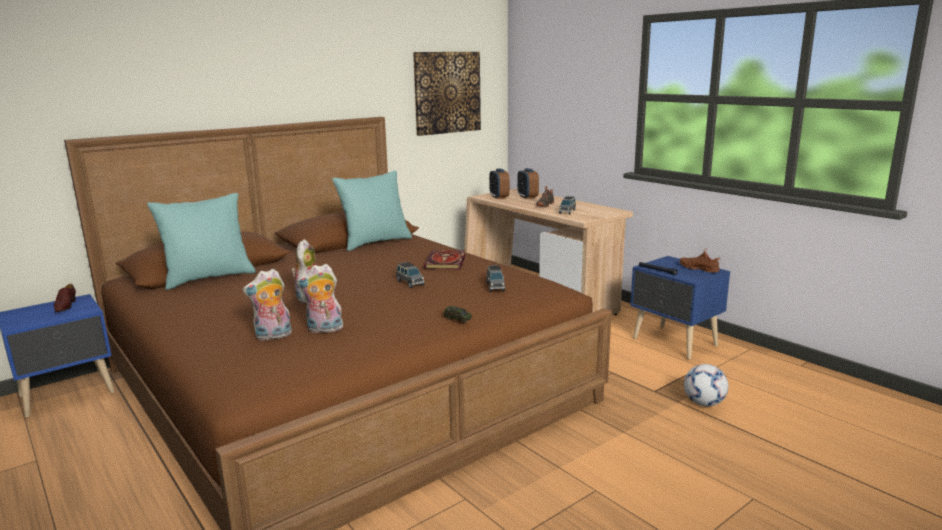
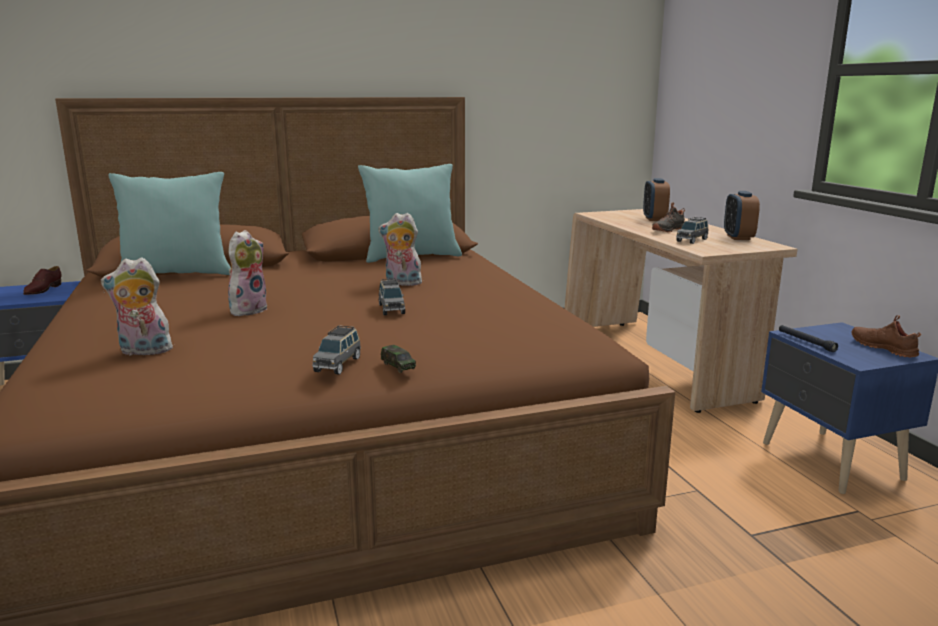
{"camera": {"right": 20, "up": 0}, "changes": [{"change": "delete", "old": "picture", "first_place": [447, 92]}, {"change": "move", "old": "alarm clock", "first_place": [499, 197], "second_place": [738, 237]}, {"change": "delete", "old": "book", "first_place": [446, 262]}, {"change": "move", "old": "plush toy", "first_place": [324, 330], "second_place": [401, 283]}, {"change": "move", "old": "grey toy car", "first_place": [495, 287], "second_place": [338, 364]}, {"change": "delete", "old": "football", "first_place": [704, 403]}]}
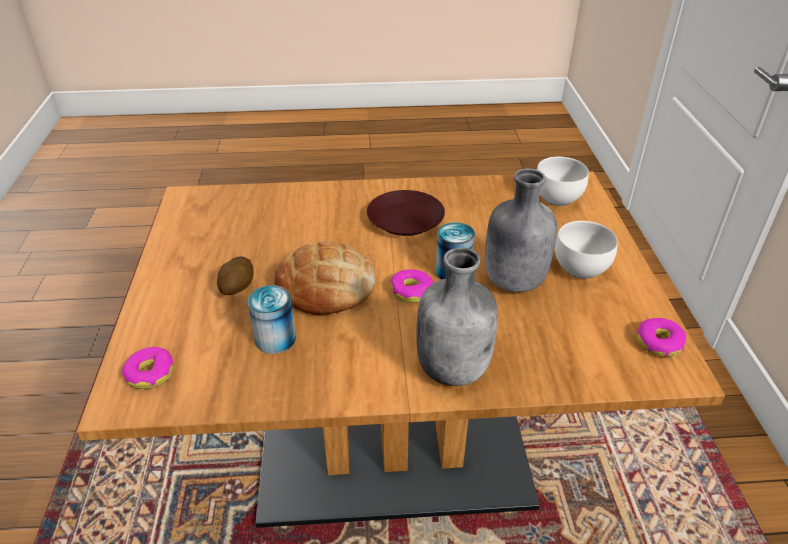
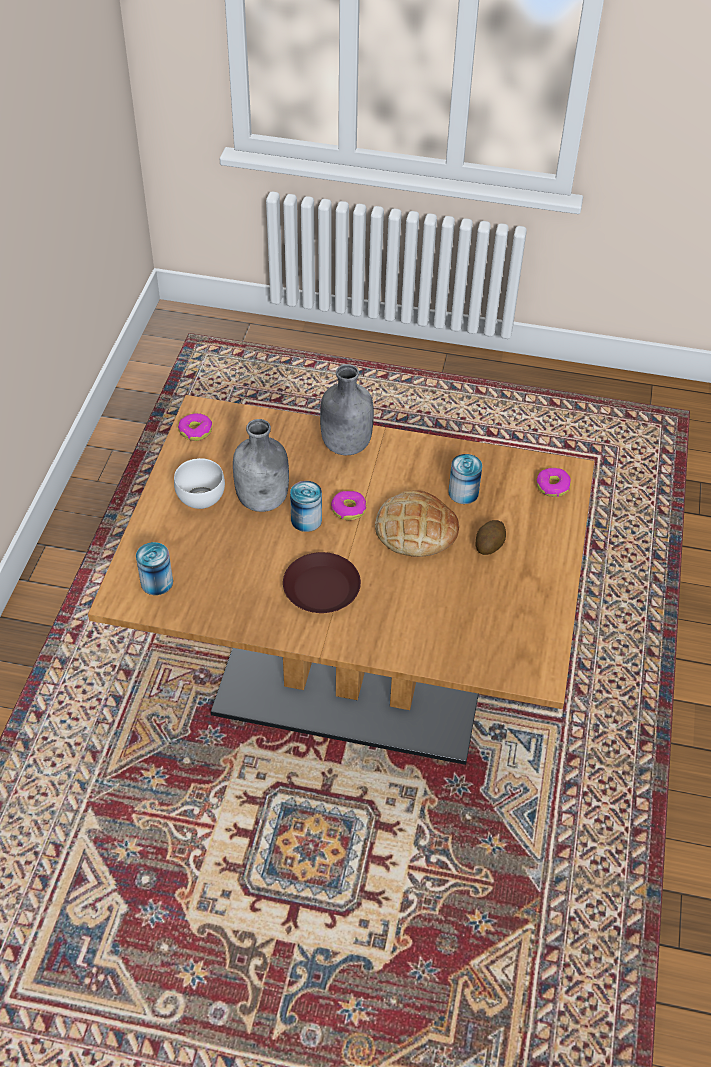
{"camera": {"right": -165, "up": 10}, "changes": [{"change": "replace", "old": "white bowl", "new": "can", "first_place": [558, 197], "second_place": [156, 582]}]}
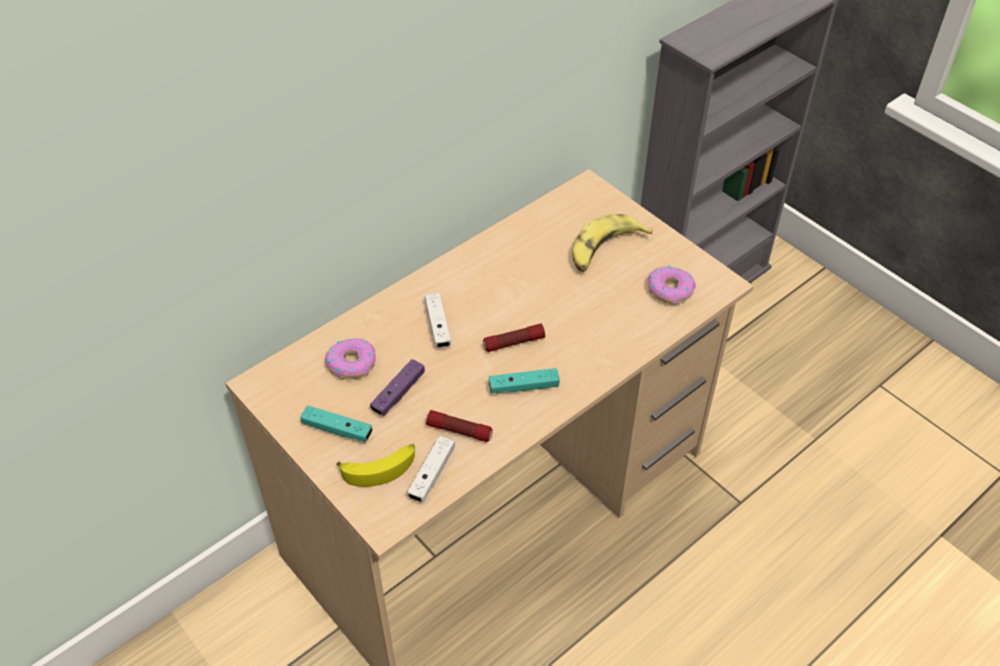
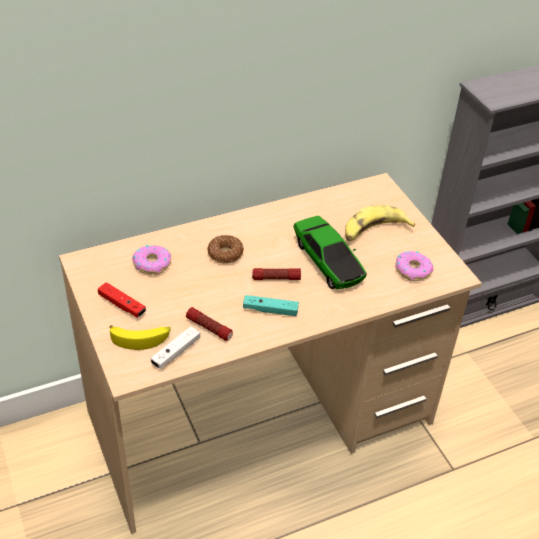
{"camera": {"right": 15, "up": -5}, "changes": [{"change": "replace", "old": "white game controller", "new": "donut", "first_place": [438, 326], "second_place": [225, 254]}, {"change": "delete", "old": "purple game controller", "first_place": [398, 393]}, {"change": "recolor", "old": "turquoise game controller", "new": "red game controller", "first_place": [337, 430], "second_place": [122, 305]}, {"change": "insert", "new": "toy car", "second_place": [327, 261]}]}
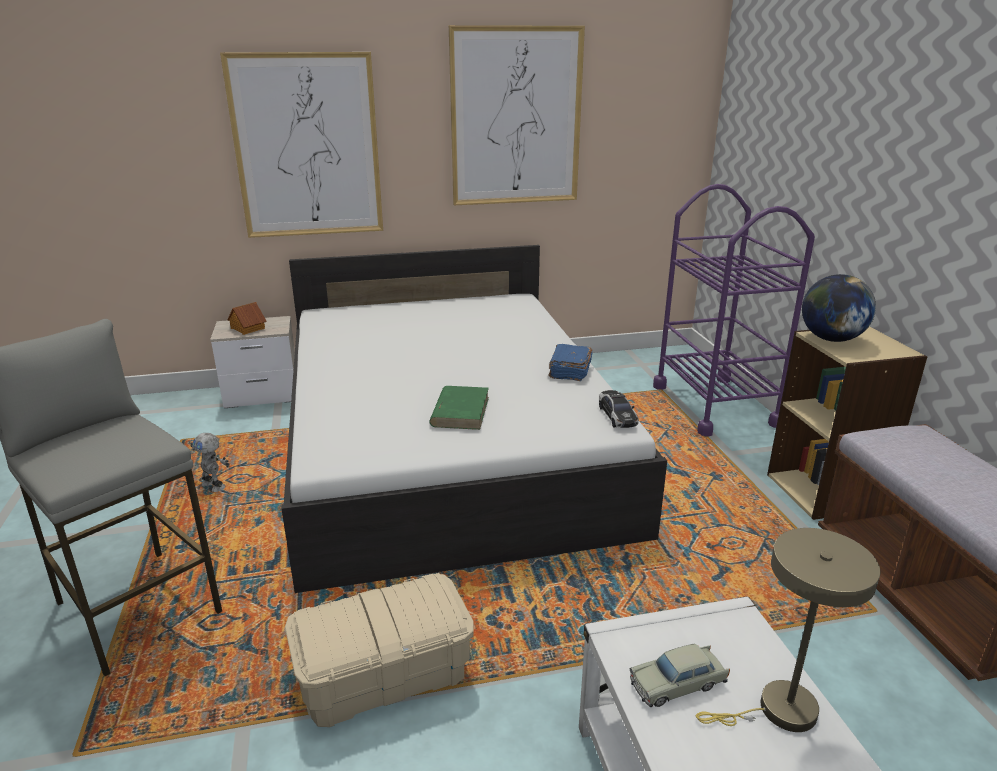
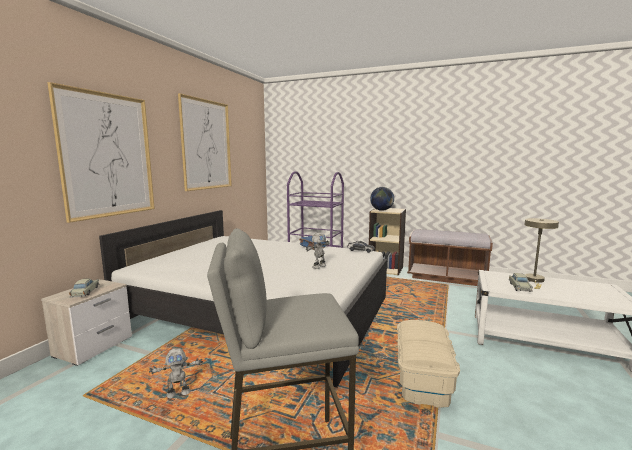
{"camera": {"right": -55, "up": -15}, "changes": [{"change": "replace", "old": "toy house", "new": "beige toy car", "first_place": [247, 328], "second_place": [85, 292]}, {"change": "replace", "old": "green book", "new": "toy robot", "first_place": [460, 411], "second_place": [318, 266]}]}
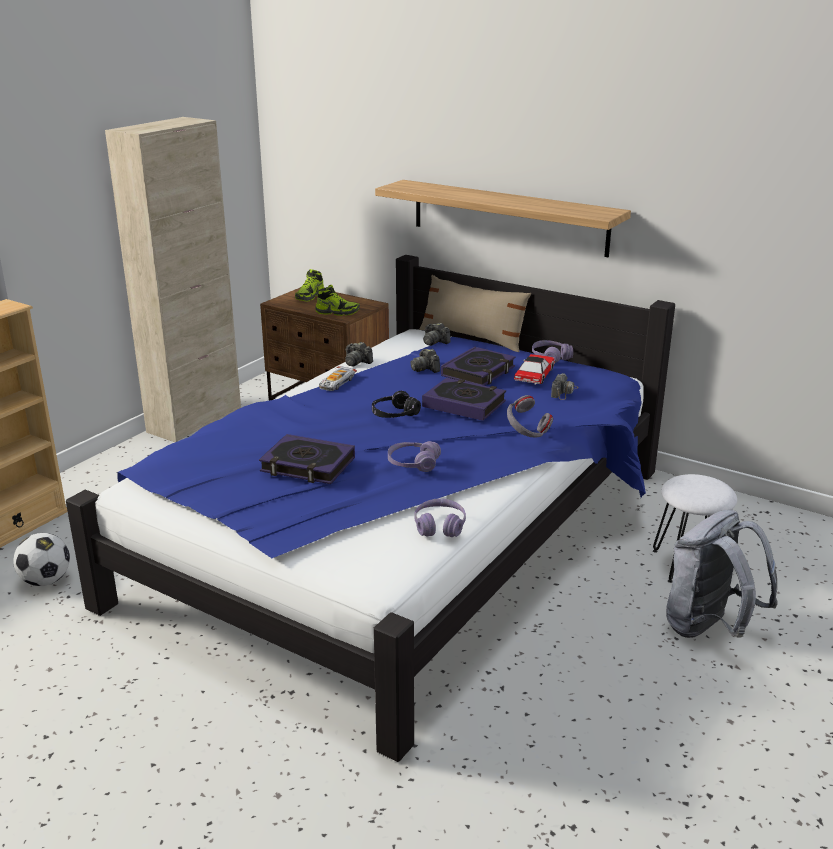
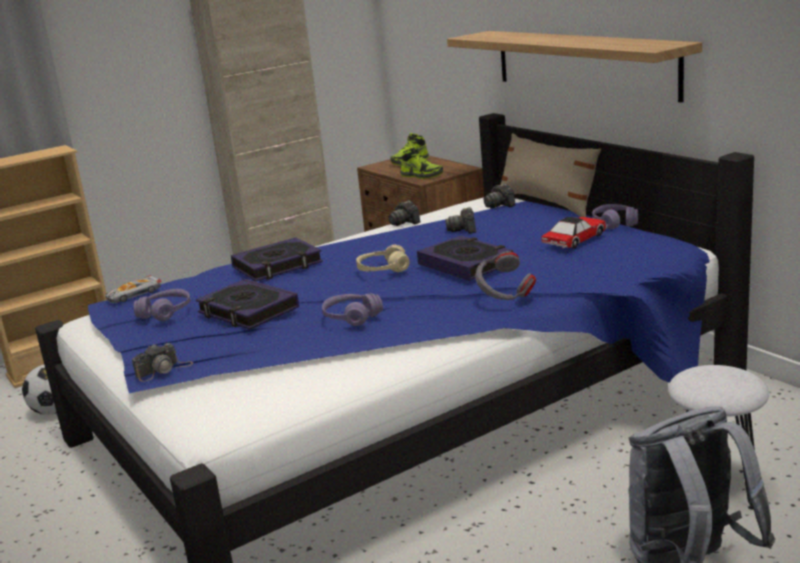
{"camera": {"right": 25, "up": -5}, "changes": [{"change": "move", "old": "book", "first_place": [478, 372], "second_place": [277, 265]}, {"change": "move", "old": "toy car", "first_place": [336, 383], "second_place": [134, 294]}, {"change": "move", "old": "photo camera", "first_place": [564, 392], "second_place": [164, 370]}, {"change": "recolor", "old": "black headphones", "new": "beige headphones", "first_place": [394, 414], "second_place": [383, 270]}, {"change": "move", "old": "purple headphones", "first_place": [439, 526], "second_place": [165, 313]}]}
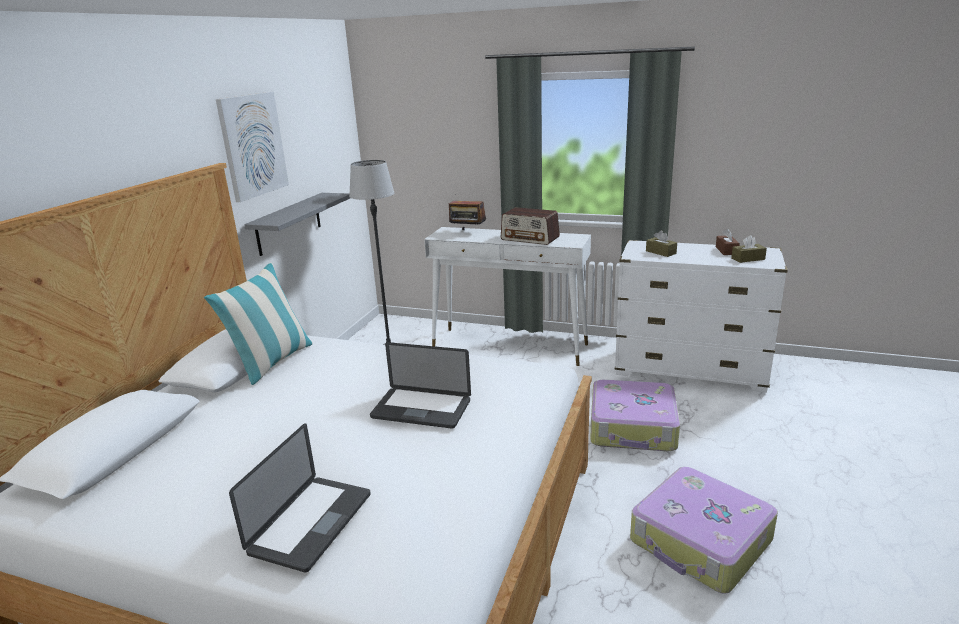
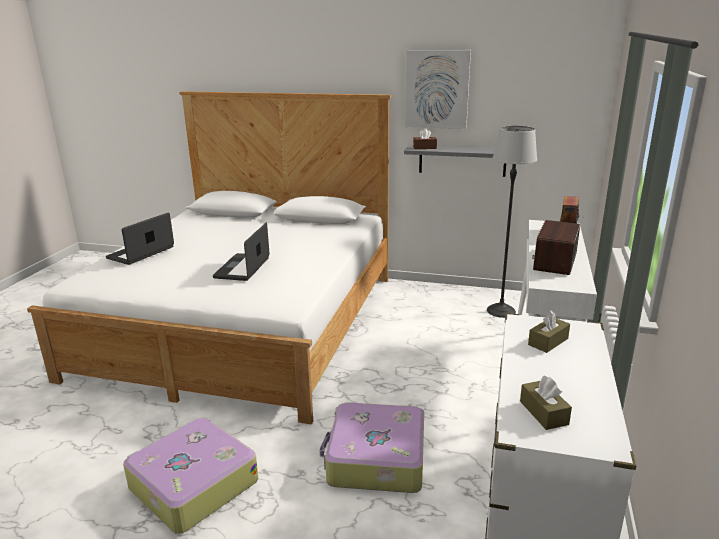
{"camera": {"right": 85, "up": 0}, "changes": [{"change": "move", "old": "brown tissue box", "first_place": [726, 250], "second_place": [424, 147]}, {"change": "delete", "old": "pillow", "first_place": [272, 362]}, {"change": "rotate", "old": "laptop", "first_place": [311, 523], "second_place": [141, 253], "degrees": 105}]}
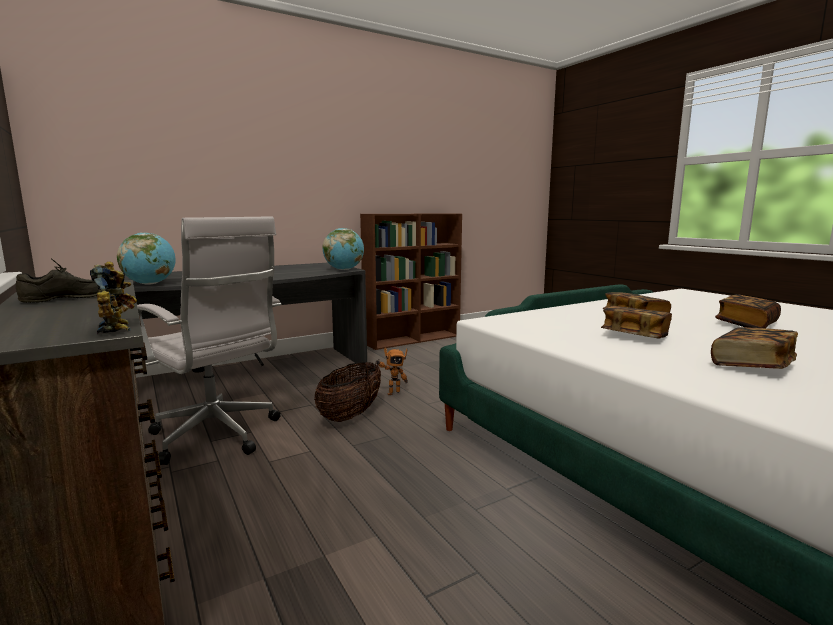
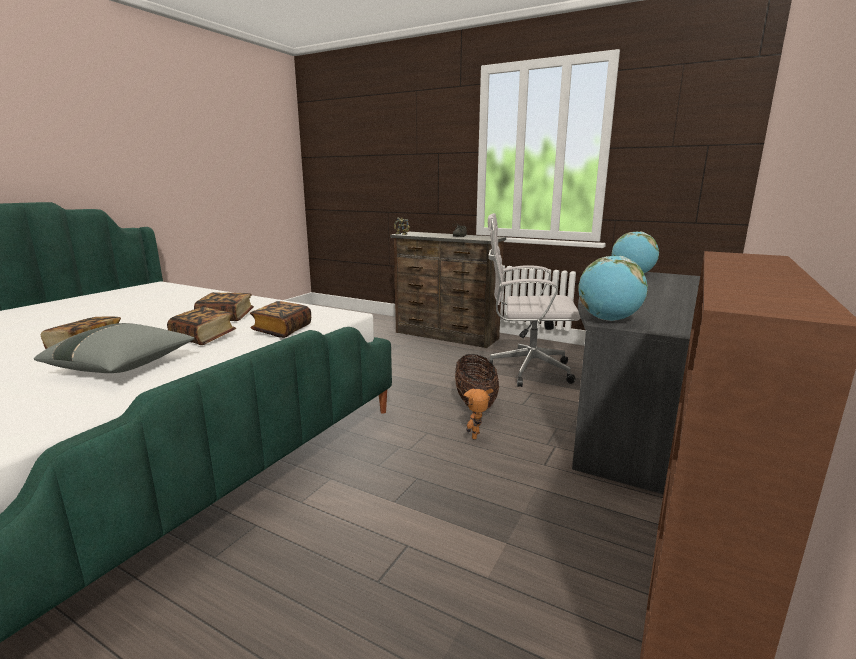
{"camera": {"right": 150, "up": 5}, "changes": [{"change": "move", "old": "book", "first_place": [752, 365], "second_place": [282, 330]}, {"change": "insert", "new": "grey pillow", "second_place": [123, 367]}]}
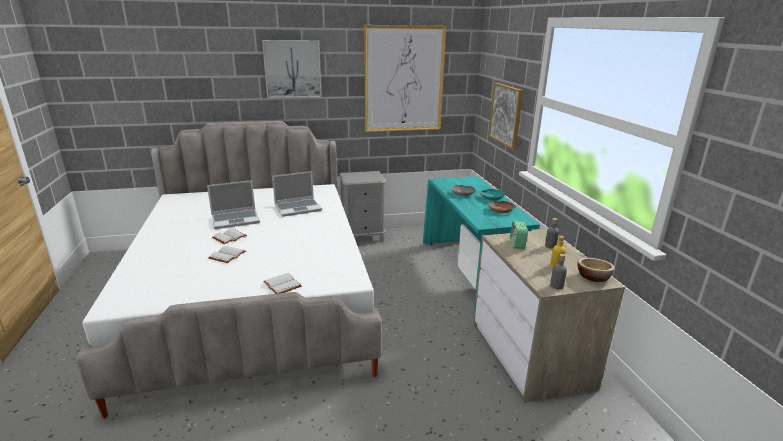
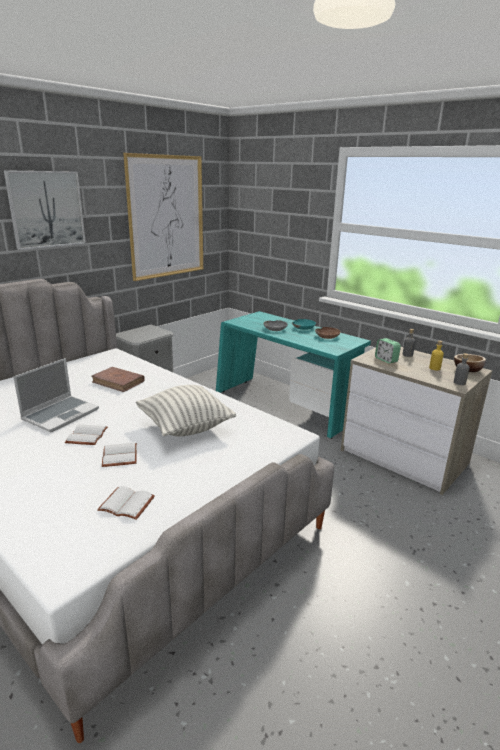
{"camera": {"right": -35, "up": 0}, "changes": [{"change": "delete", "old": "picture", "first_place": [506, 114]}, {"change": "replace", "old": "laptop", "new": "brown book", "first_place": [298, 208], "second_place": [118, 382]}, {"change": "move", "old": "white book", "first_place": [283, 285], "second_place": [128, 503]}, {"change": "insert", "new": "pillow", "second_place": [185, 427]}]}
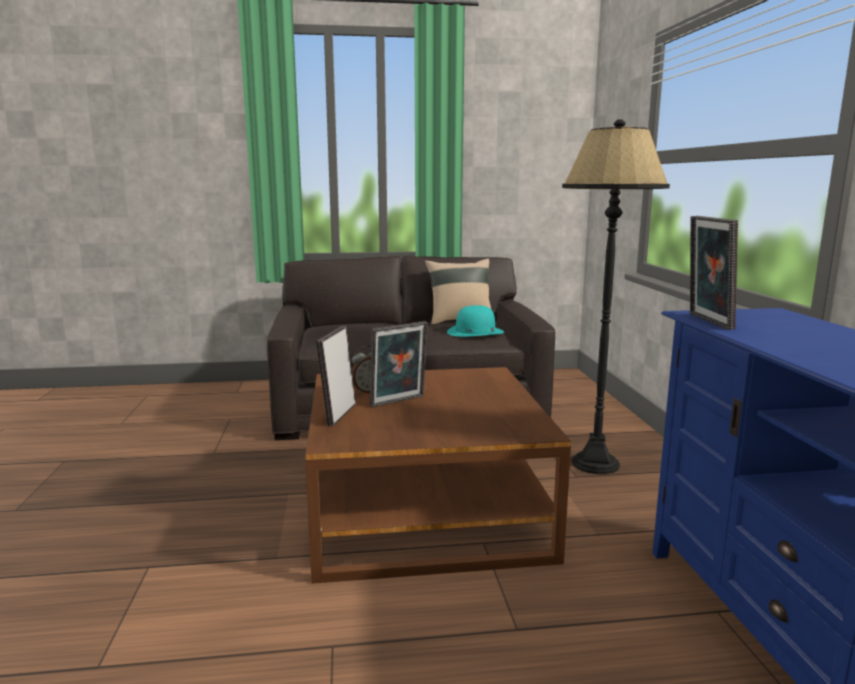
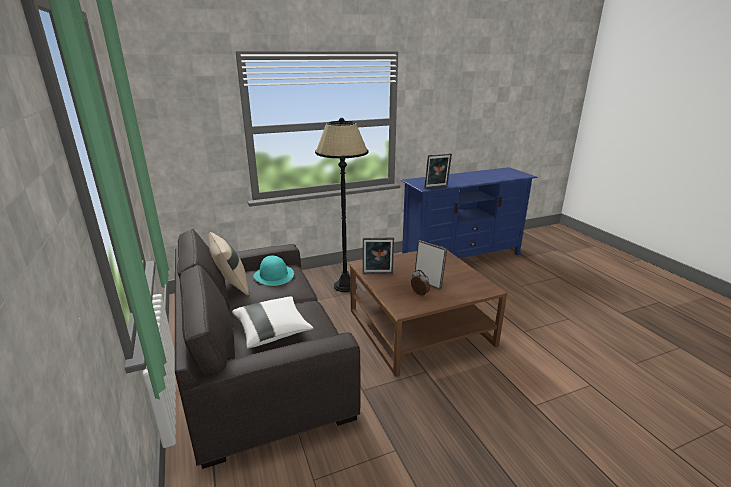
{"camera": {"right": -105, "up": 10}, "changes": [{"change": "move", "old": "picture frame", "first_place": [338, 414], "second_place": [377, 274]}, {"change": "insert", "new": "white pillow", "second_place": [272, 331]}]}
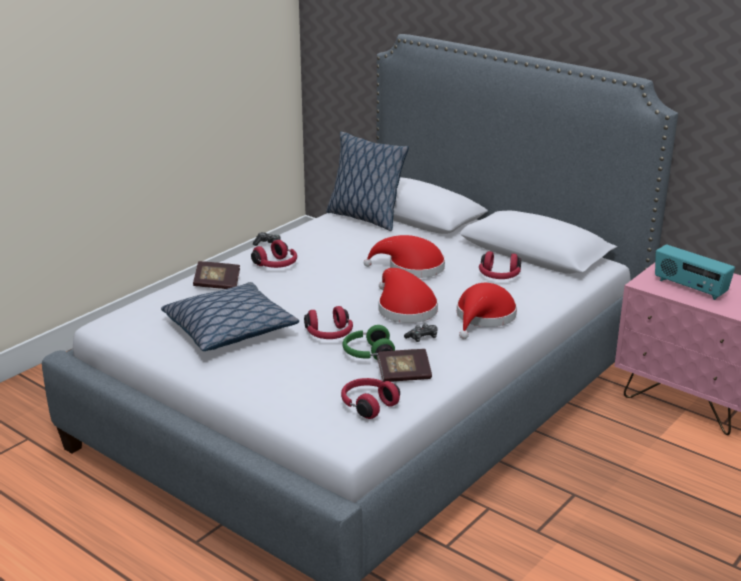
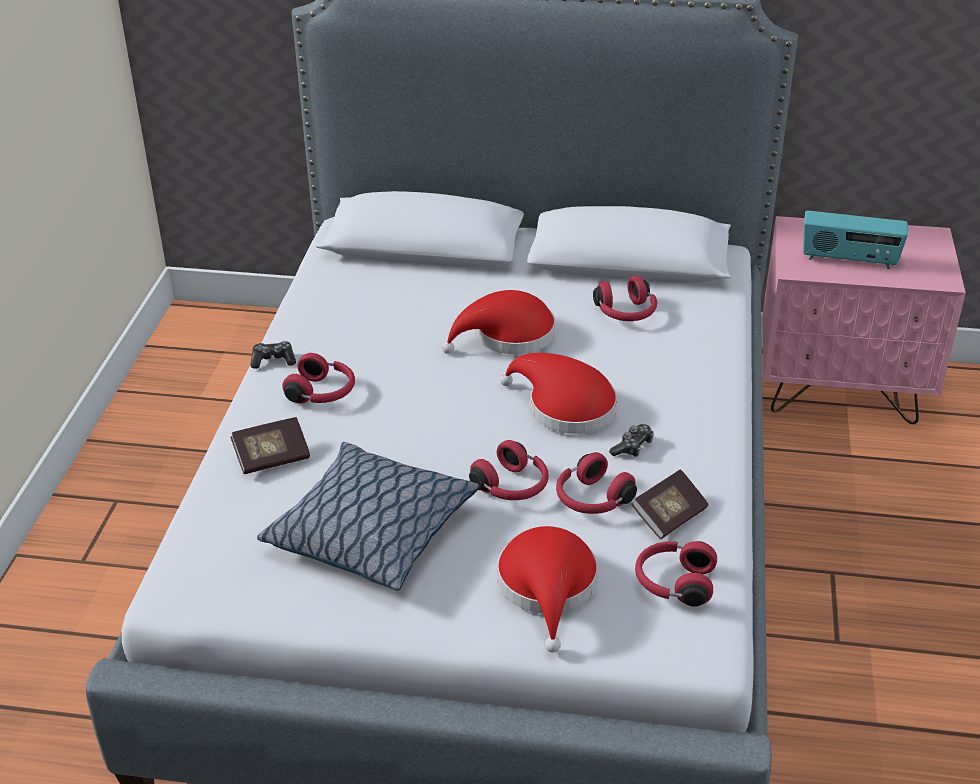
{"camera": {"right": -30, "up": 10}, "changes": [{"change": "delete", "old": "pillow", "first_place": [364, 218]}, {"change": "move", "old": "red hat", "first_place": [484, 317], "second_place": [548, 587]}, {"change": "recolor", "old": "green headphones", "new": "red headphones", "first_place": [367, 354], "second_place": [591, 500]}]}
